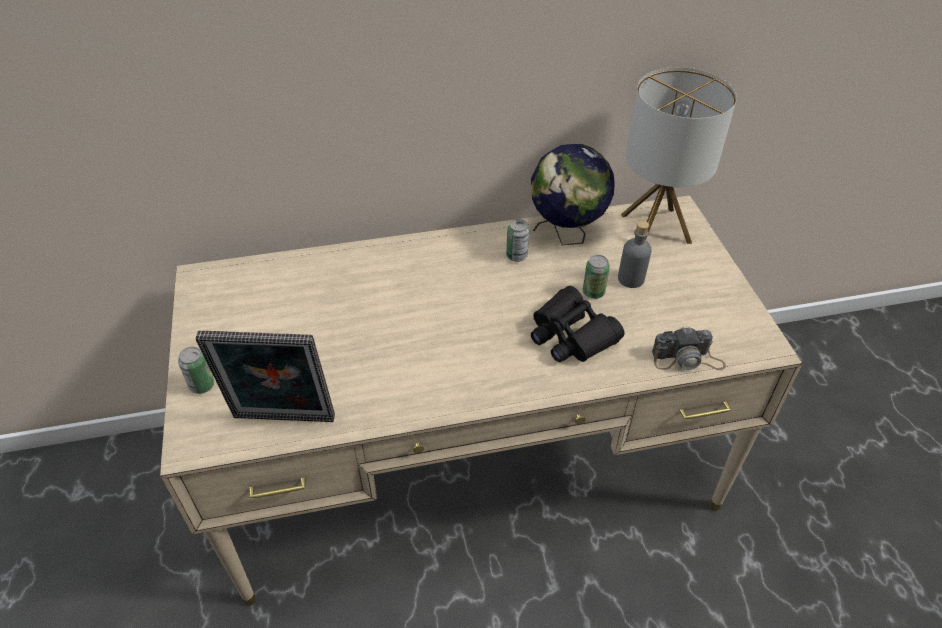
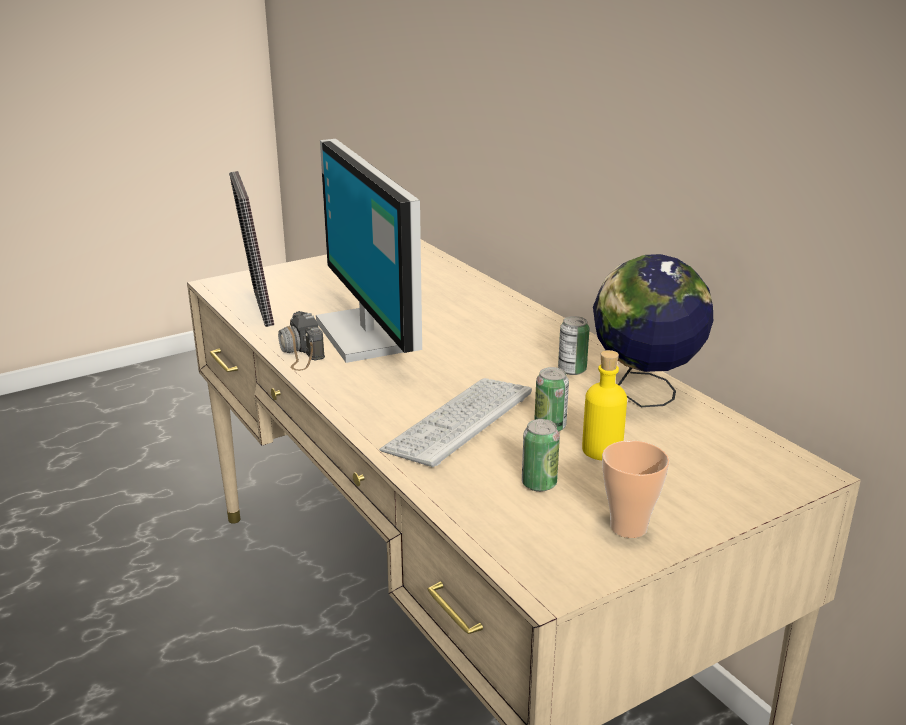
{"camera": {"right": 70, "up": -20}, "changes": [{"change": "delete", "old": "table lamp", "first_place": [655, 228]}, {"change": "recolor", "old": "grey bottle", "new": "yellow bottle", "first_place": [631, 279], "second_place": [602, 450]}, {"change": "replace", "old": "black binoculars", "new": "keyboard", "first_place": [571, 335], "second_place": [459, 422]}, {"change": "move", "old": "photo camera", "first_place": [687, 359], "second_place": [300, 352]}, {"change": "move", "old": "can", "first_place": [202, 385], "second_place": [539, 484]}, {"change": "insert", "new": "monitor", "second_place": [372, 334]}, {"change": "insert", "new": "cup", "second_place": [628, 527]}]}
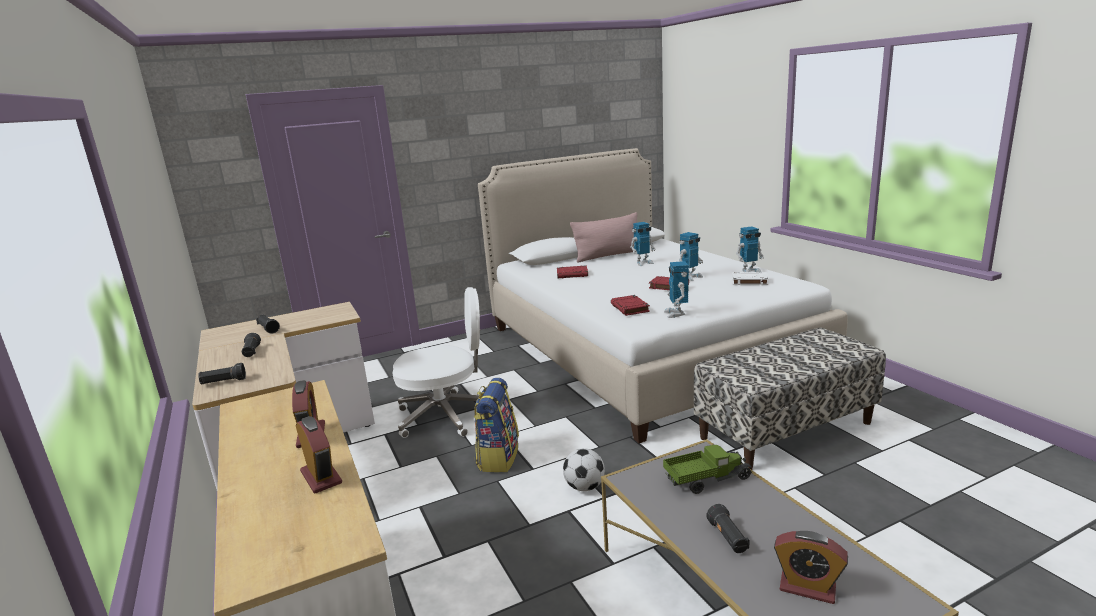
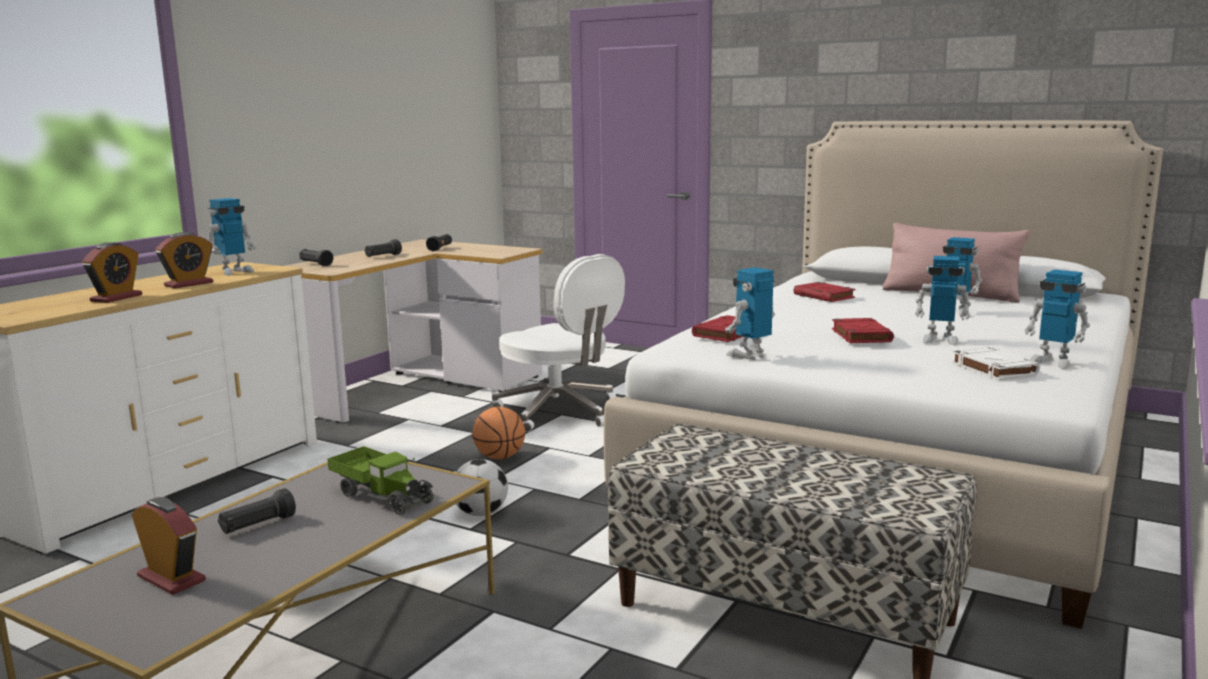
{"camera": {"right": 55, "up": -5}, "changes": [{"change": "replace", "old": "backpack", "new": "basketball", "first_place": [498, 457], "second_place": [499, 457]}, {"change": "rotate", "old": "alarm clock", "first_place": [807, 588], "second_place": [171, 579], "degrees": 135}, {"change": "insert", "new": "toy robot", "second_place": [234, 272]}]}
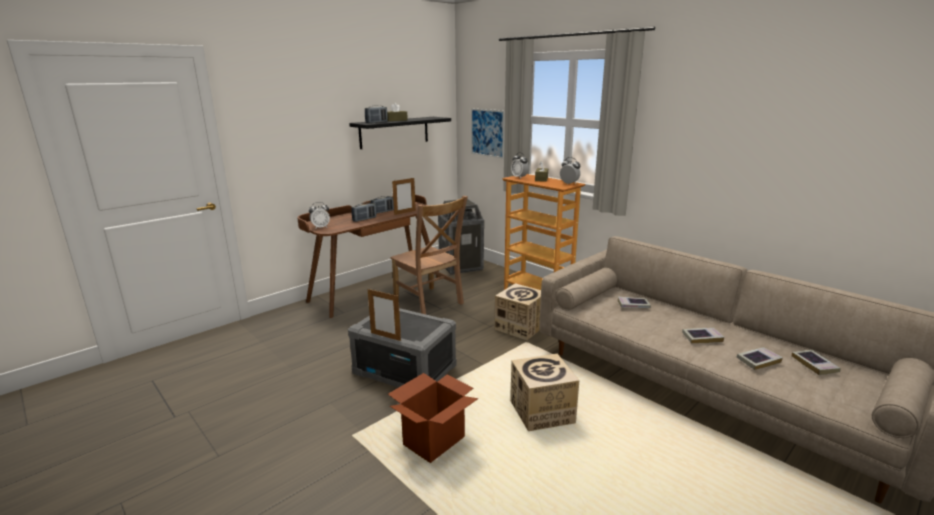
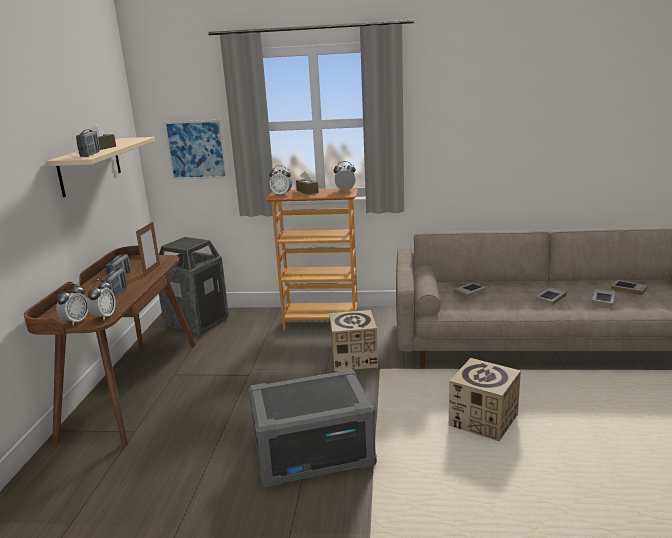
{"camera": {"right": -40, "up": 0}, "changes": [{"change": "recolor", "old": "black shelf", "new": "beige shelf", "first_place": [394, 132], "second_place": [90, 166]}, {"change": "delete", "old": "brown chair", "first_place": [429, 303]}, {"change": "delete", "old": "picture frame", "first_place": [385, 336]}, {"change": "delete", "old": "cardboard box", "first_place": [434, 441]}, {"change": "insert", "new": "alarm clock", "second_place": [104, 317]}]}
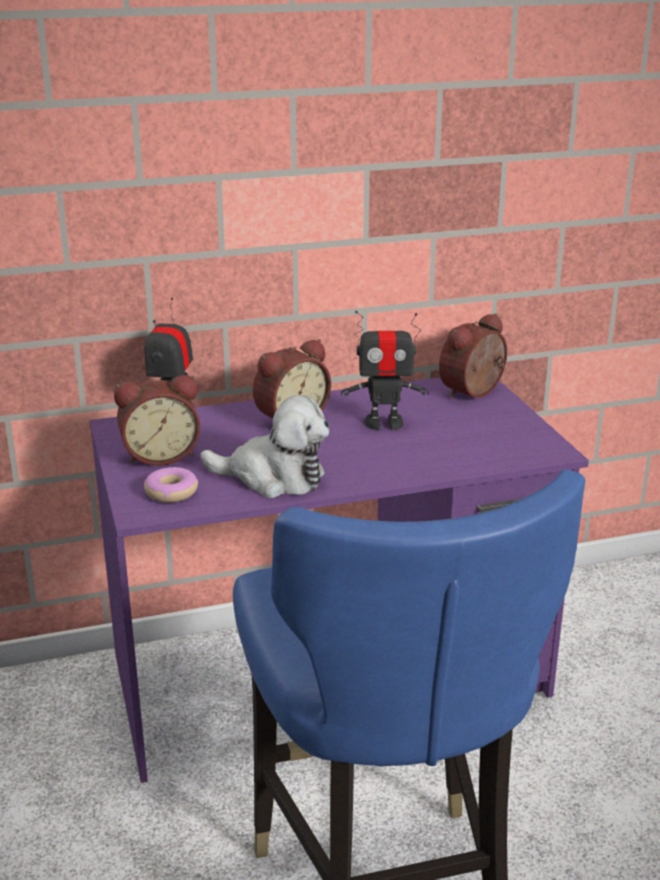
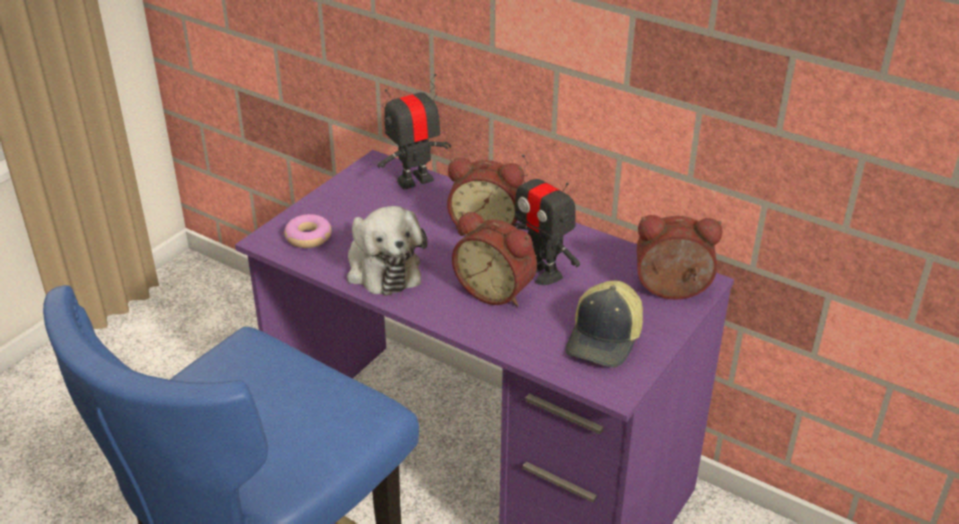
{"camera": {"right": 50, "up": 10}, "changes": [{"change": "move", "old": "alarm clock", "first_place": [160, 455], "second_place": [496, 290]}, {"change": "insert", "new": "cap", "second_place": [605, 339]}]}
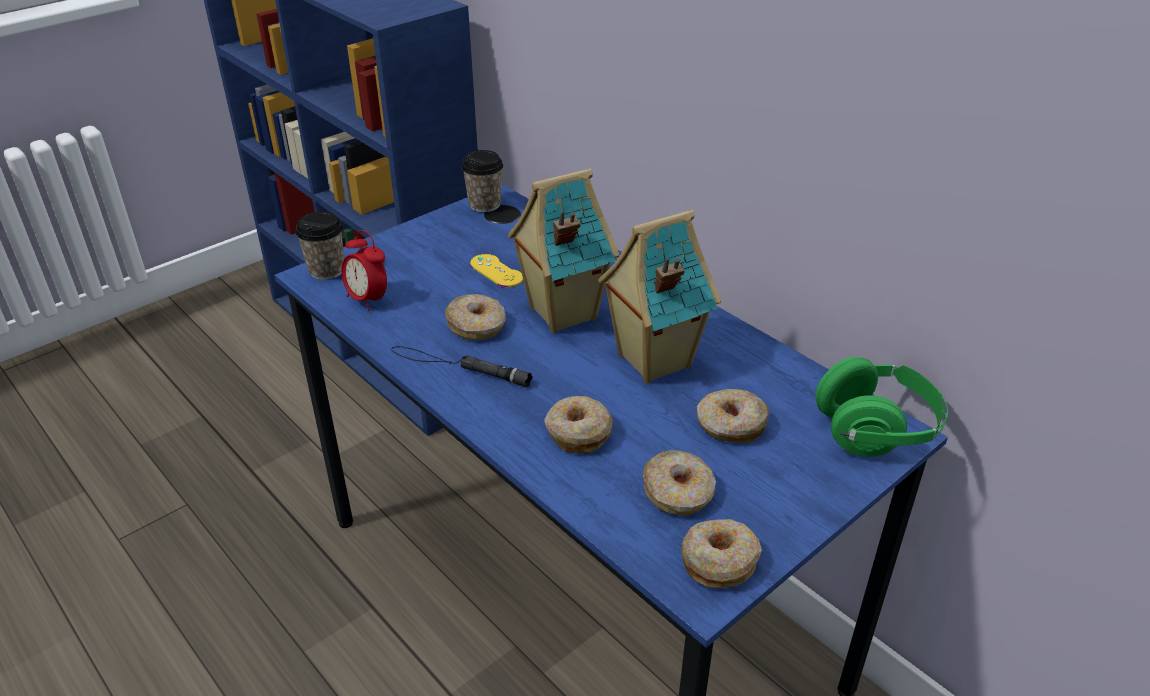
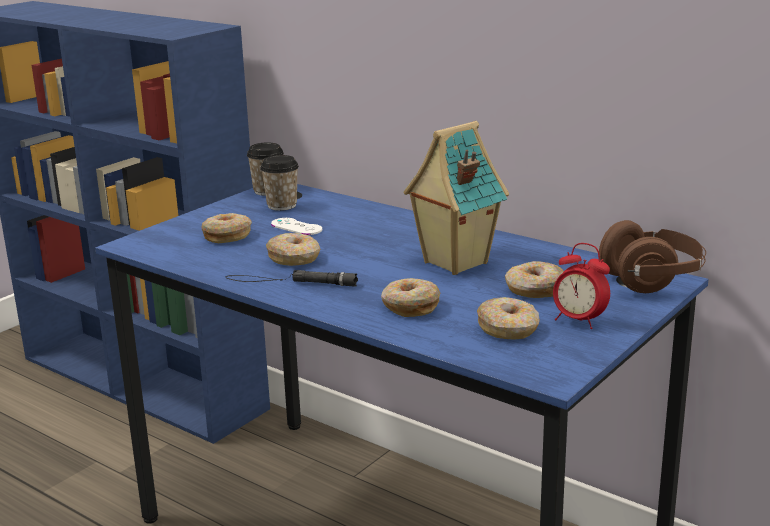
{"camera": {"right": -10, "up": -15}, "changes": [{"change": "delete", "old": "toy house", "first_place": [560, 314]}, {"change": "move", "old": "cup", "first_place": [326, 270], "second_place": [282, 205]}, {"change": "move", "old": "alarm clock", "first_place": [368, 300], "second_place": [578, 321]}, {"change": "recolor", "old": "yellow game controller", "new": "white game controller", "first_place": [496, 271], "second_place": [296, 227]}, {"change": "recolor", "old": "green headphones", "new": "brown headphones", "first_place": [876, 430], "second_place": [651, 280]}, {"change": "move", "old": "donut", "first_place": [718, 561], "second_place": [227, 236]}]}
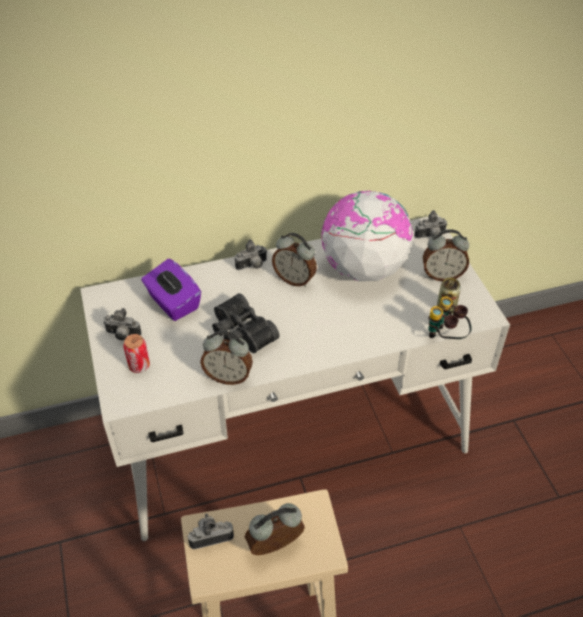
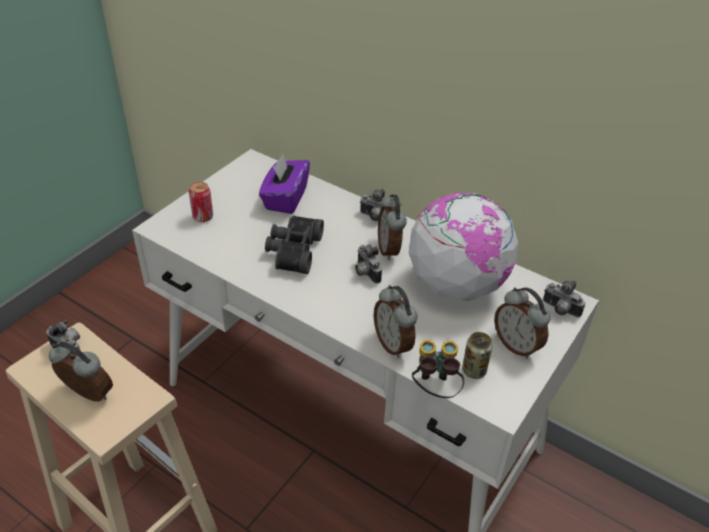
{"camera": {"right": 50, "up": -5}, "changes": [{"change": "move", "old": "photo camera", "first_place": [122, 335], "second_place": [365, 273]}, {"change": "move", "old": "alarm clock", "first_place": [228, 376], "second_place": [393, 344]}]}
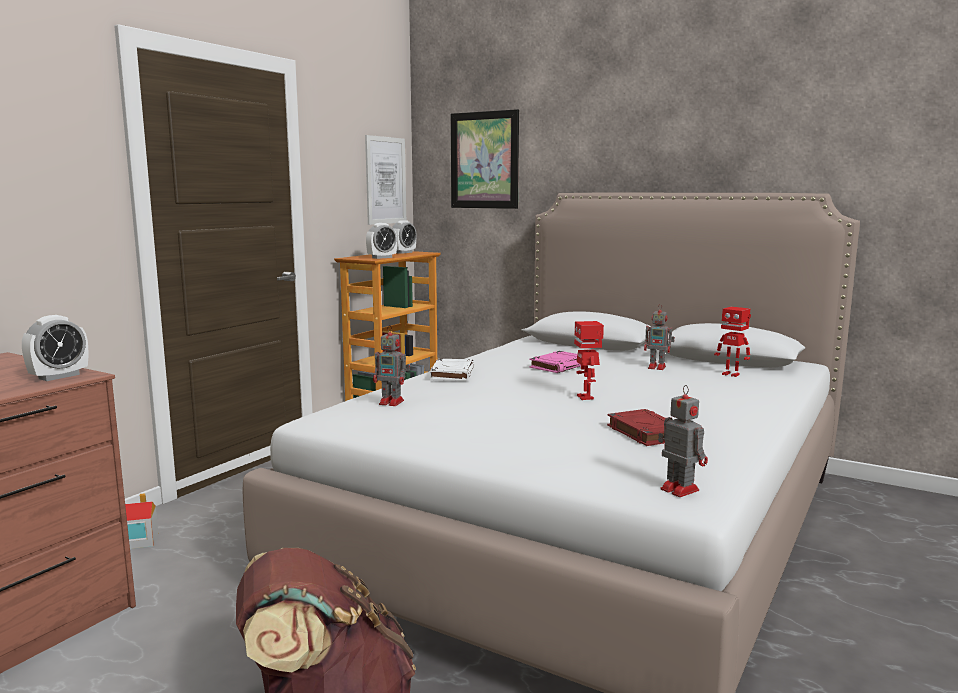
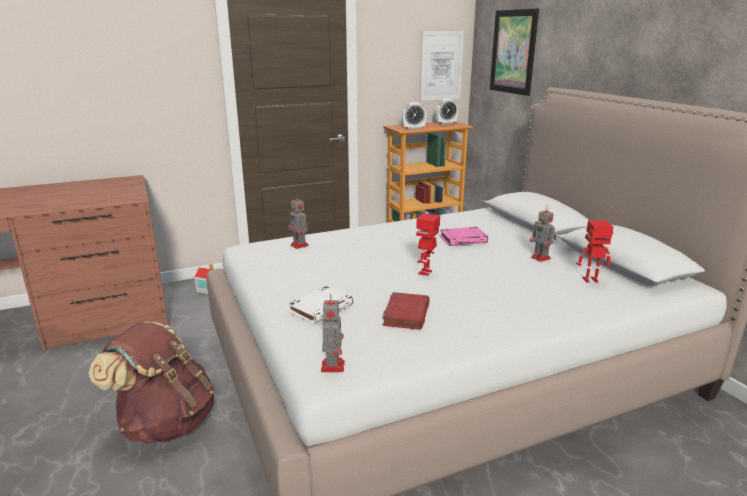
{"camera": {"right": 35, "up": 10}, "changes": [{"change": "rotate", "old": "toy robot", "first_place": [731, 374], "second_place": [591, 280], "degrees": 105}, {"change": "delete", "old": "alarm clock", "first_place": [59, 376]}, {"change": "move", "old": "white book", "first_place": [452, 374], "second_place": [321, 308]}]}
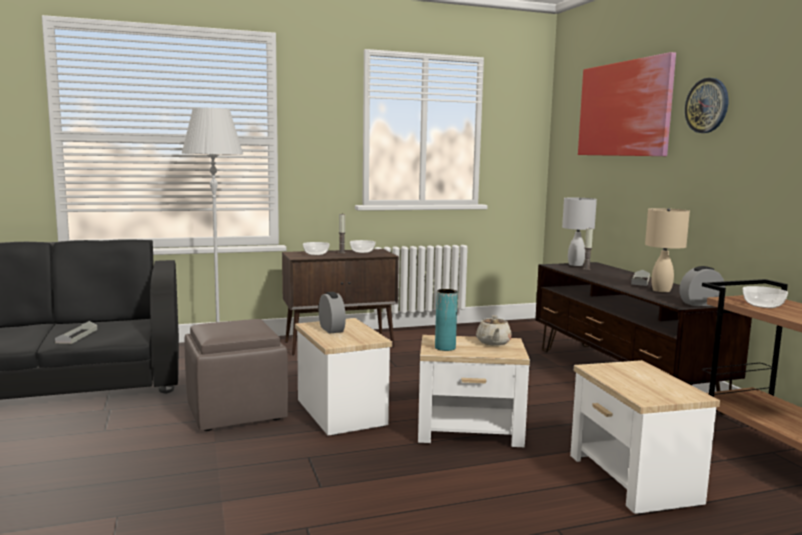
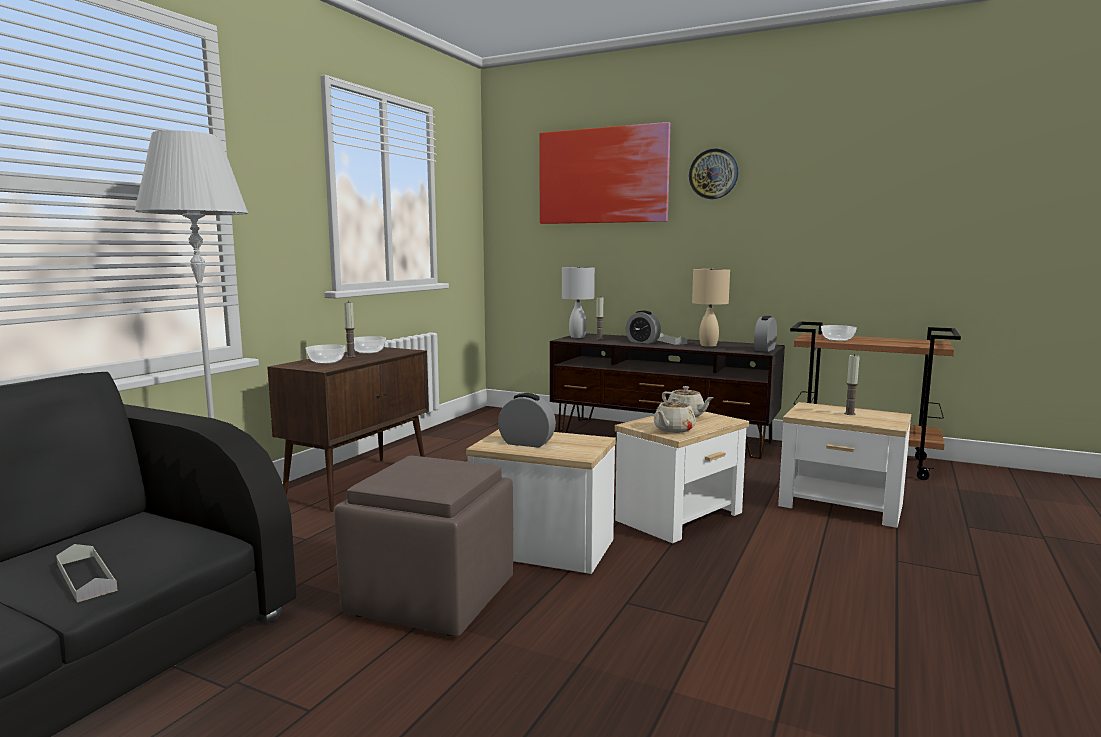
{"camera": {"right": -45, "up": 0}, "changes": [{"change": "replace", "old": "turquoise vase", "new": "beige teapot", "first_place": [445, 348], "second_place": [673, 430]}, {"change": "insert", "new": "alarm clock", "second_place": [642, 342]}, {"change": "insert", "new": "candle", "second_place": [849, 414]}]}
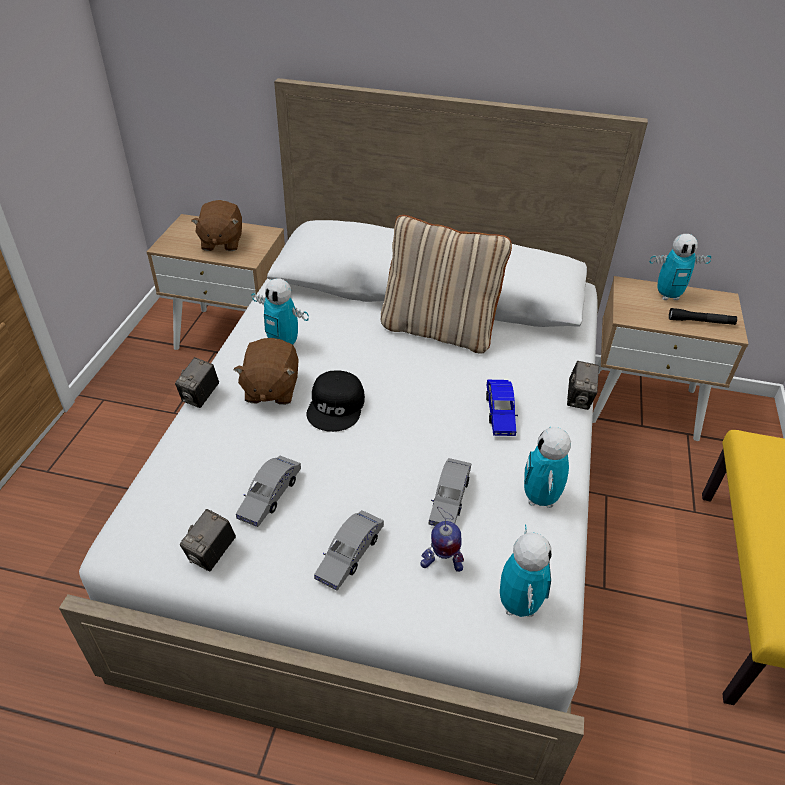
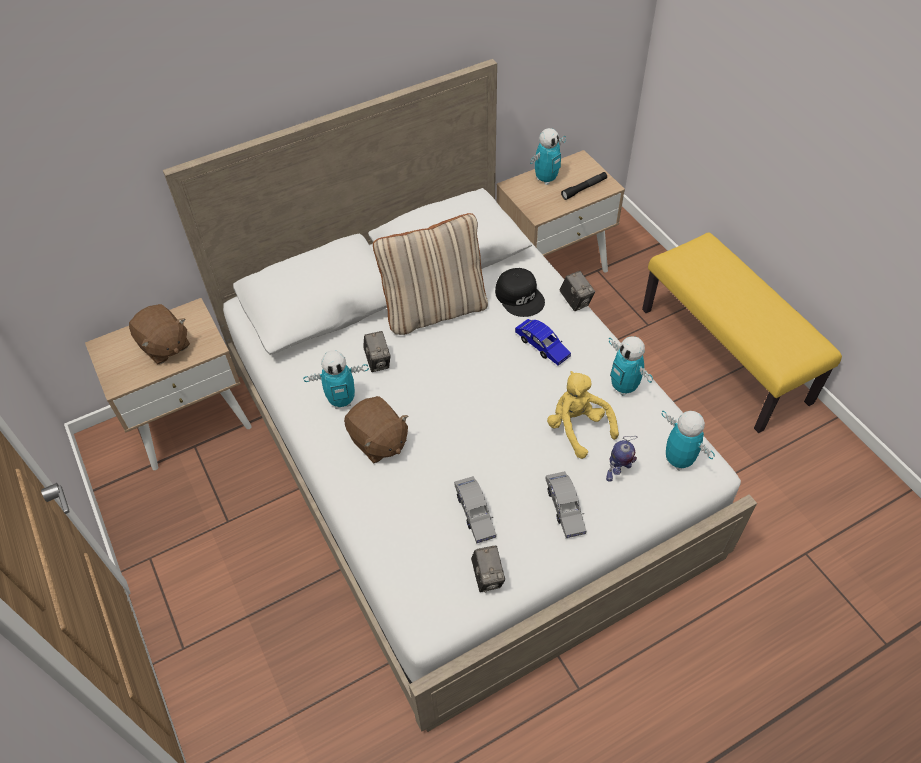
{"camera": {"right": -40, "up": 10}, "changes": [{"change": "move", "old": "photo camera", "first_place": [200, 397], "second_place": [378, 361]}, {"change": "move", "old": "black cap", "first_place": [337, 407], "second_place": [520, 296]}, {"change": "replace", "old": "grey toy car", "new": "yellow plush toy", "first_place": [449, 499], "second_place": [578, 428]}]}
